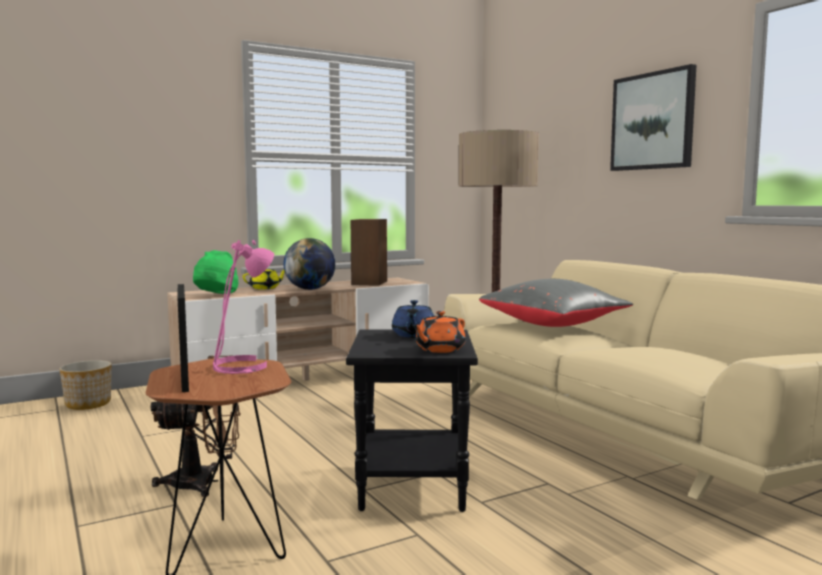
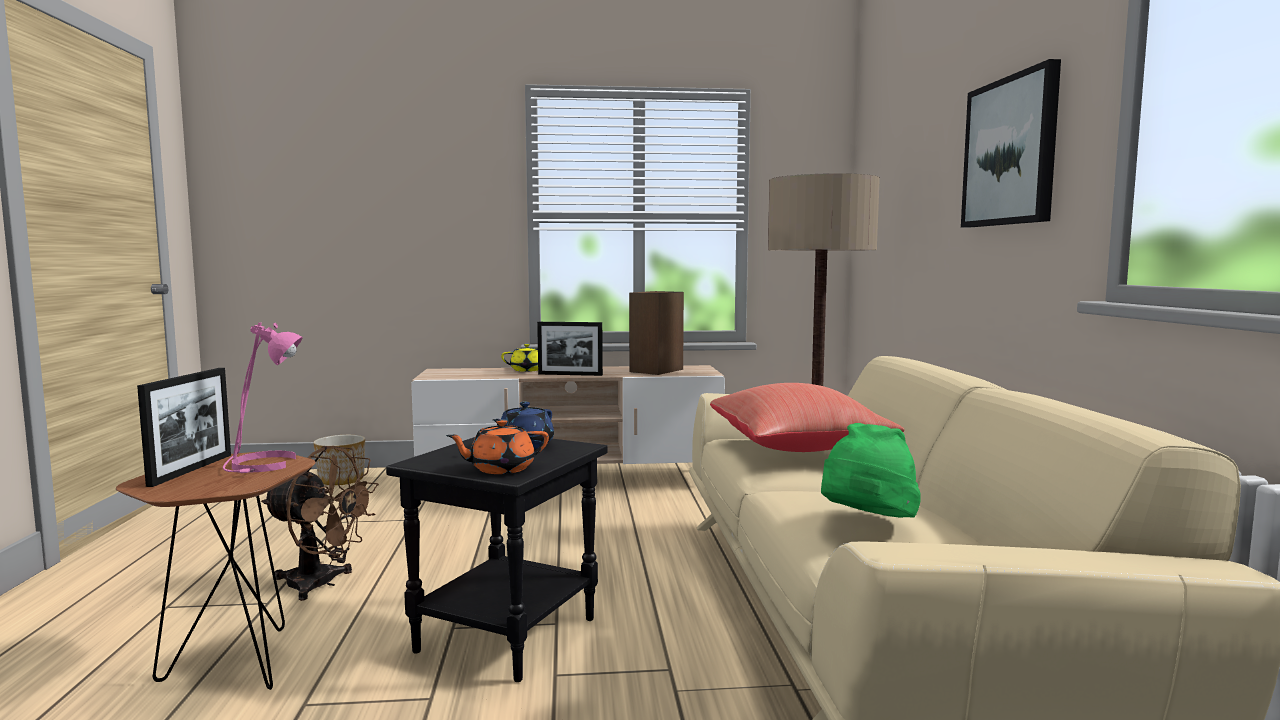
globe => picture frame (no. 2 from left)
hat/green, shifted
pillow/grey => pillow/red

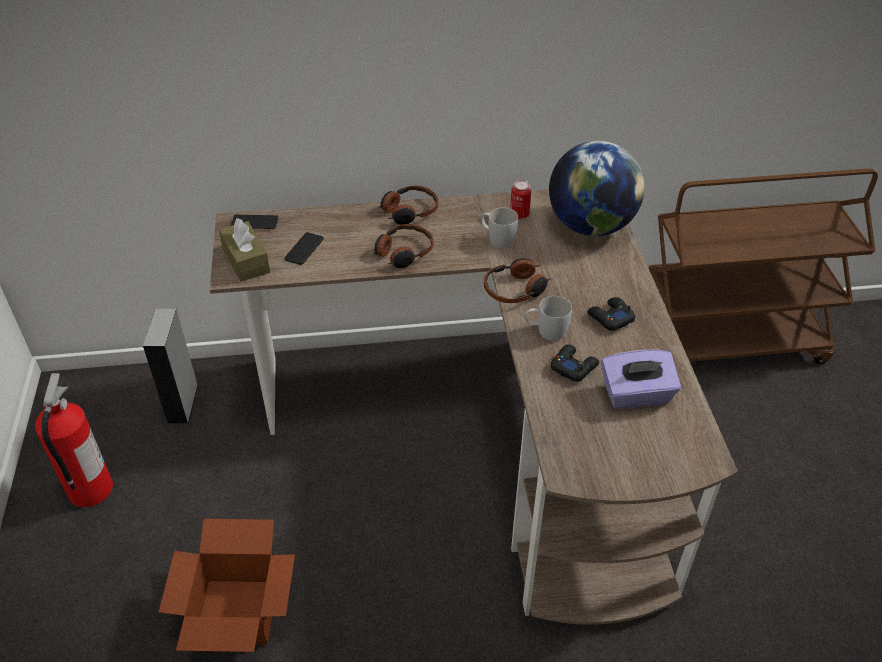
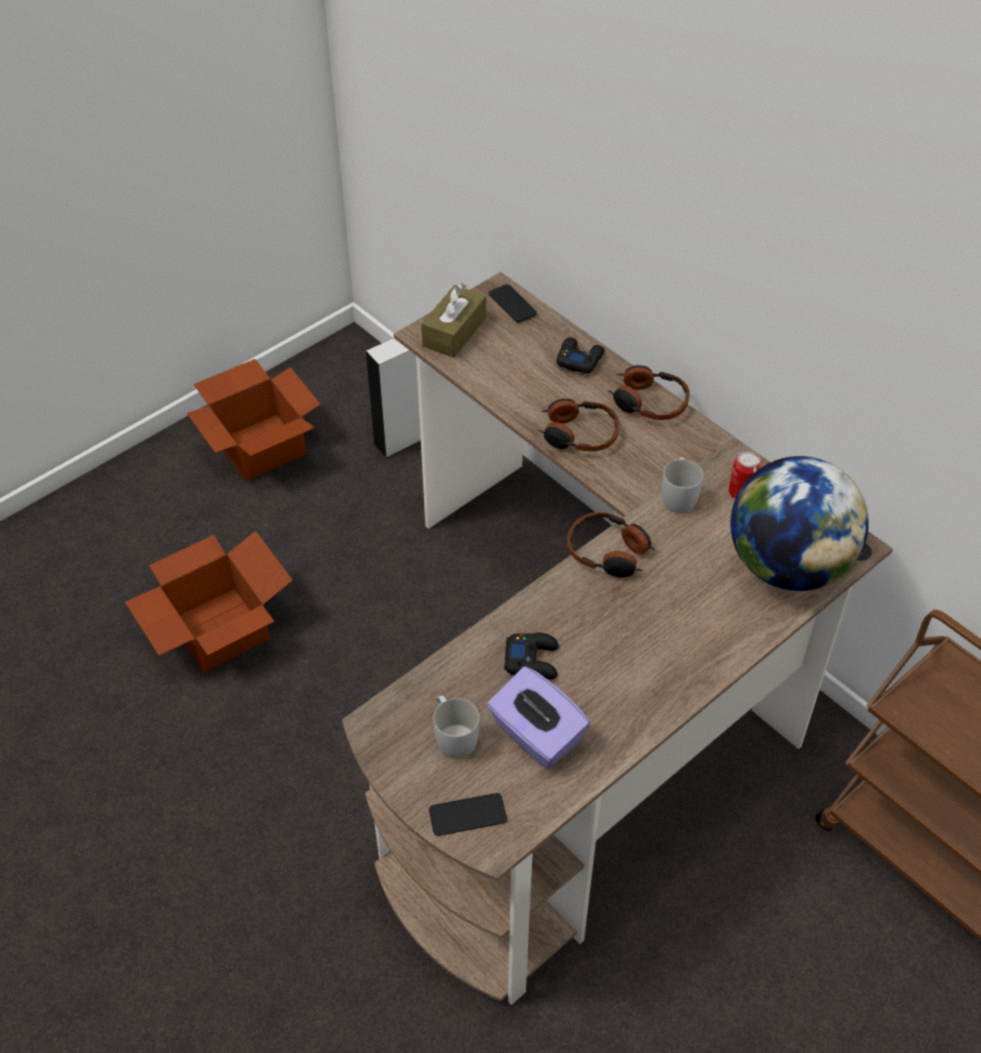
phone (no. 2 from left in the first image) => phone (no. 1 from left), shifted
mug/white (no. 2 from left in the first image) => mug/white (no. 1 from left), shifted
game controller/black (no. 2 from left), shifted
fire extinguisher => cardboard box (no. 2 from left)

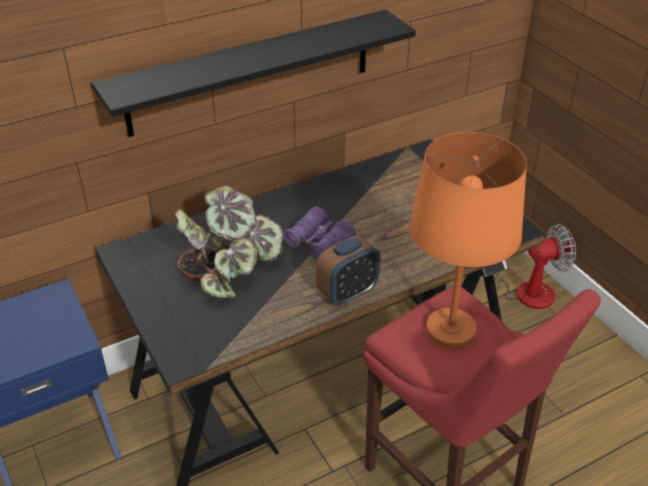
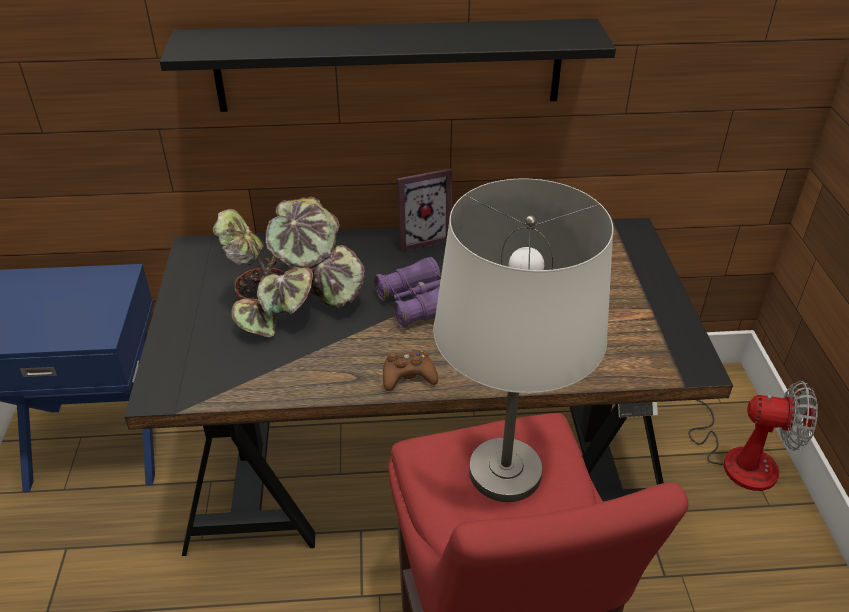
table lamp/orange => table lamp/white
alarm clock => game controller/brown
nothing => picture frame

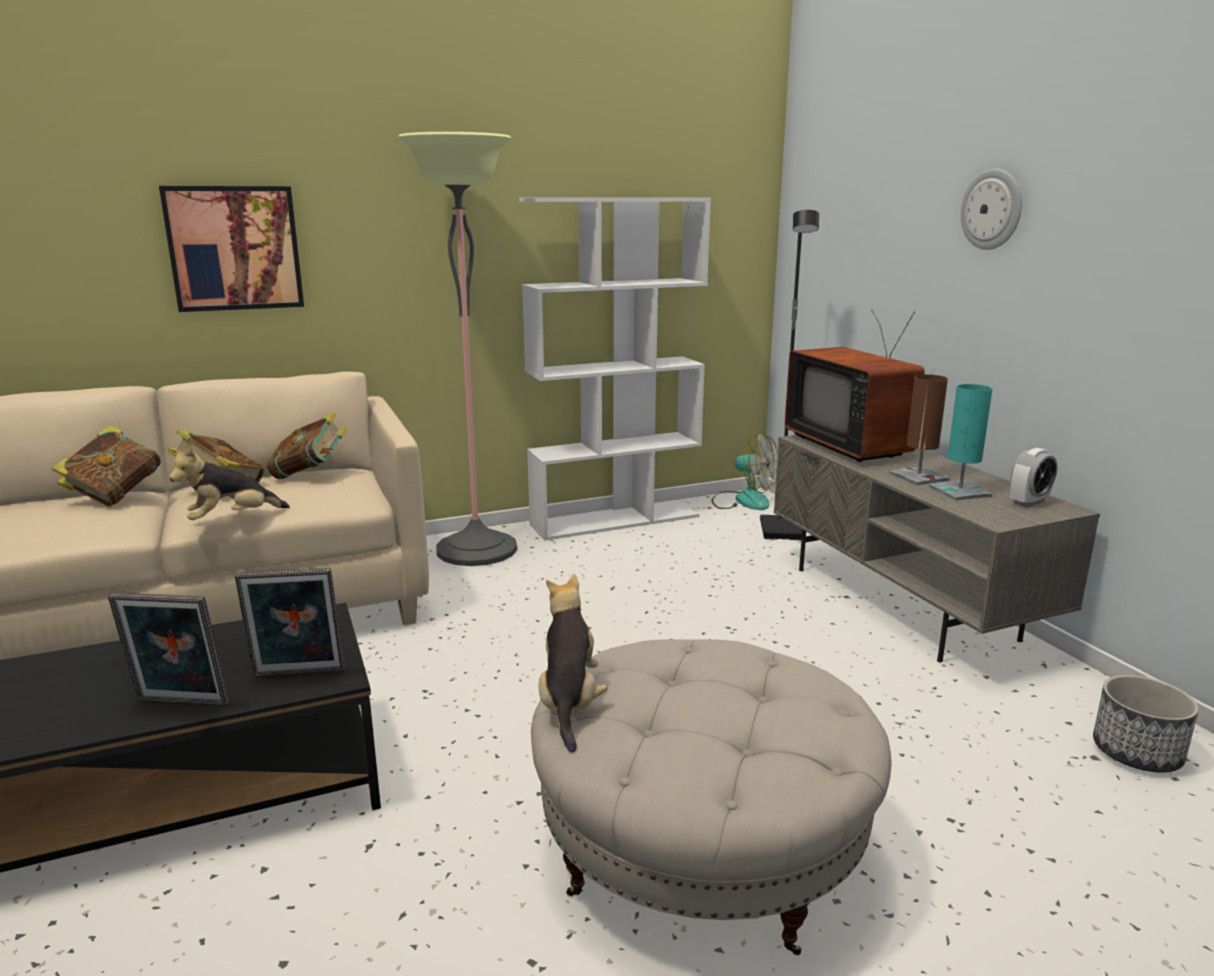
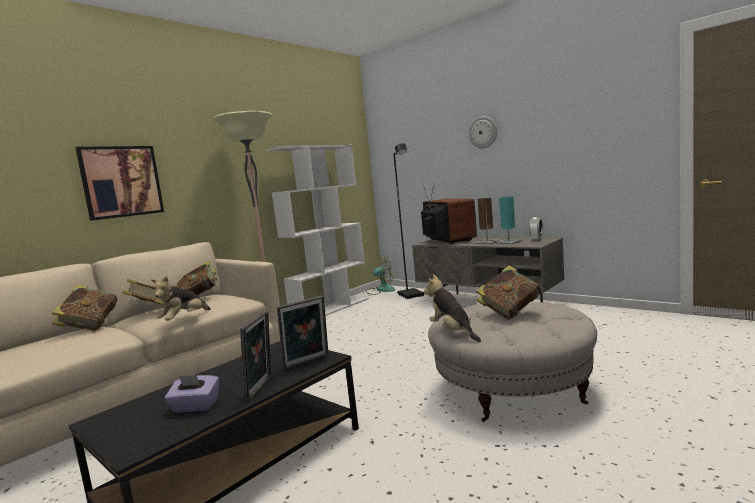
television, 150 degrees counterclockwise
picture frame (no. 1 from left), 60 degrees counterclockwise
planter => nothing
nothing => book (no. 4 from left)
nothing => tissue box/purple

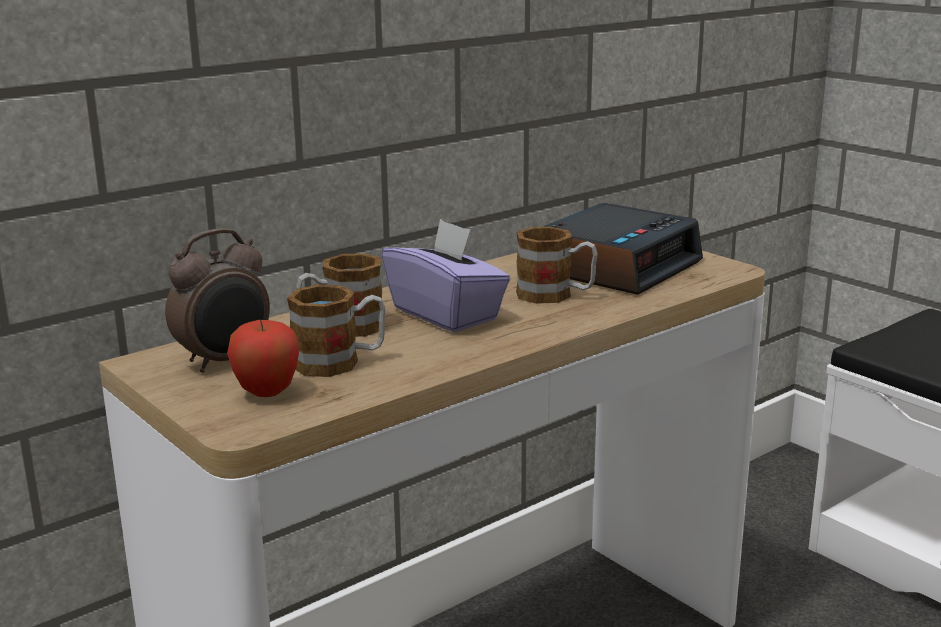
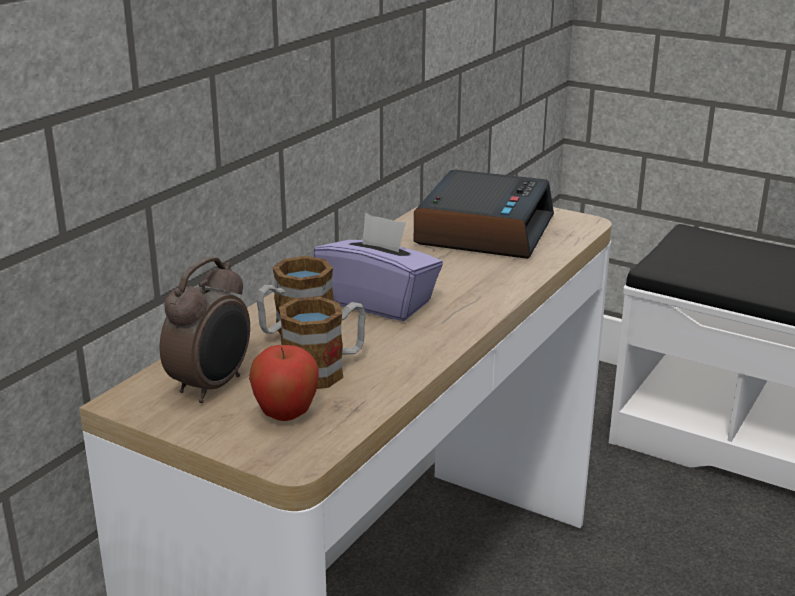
mug (no. 3 from left) => nothing

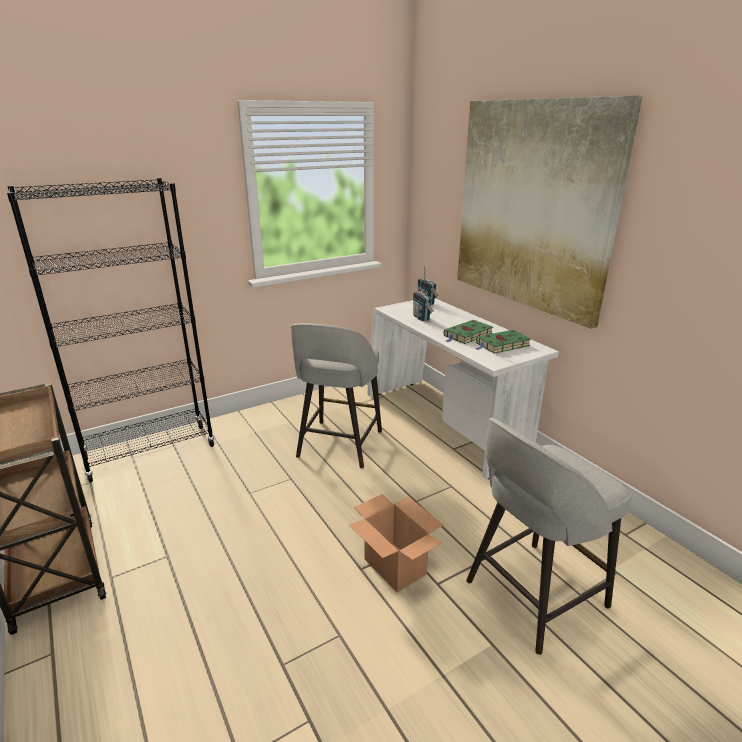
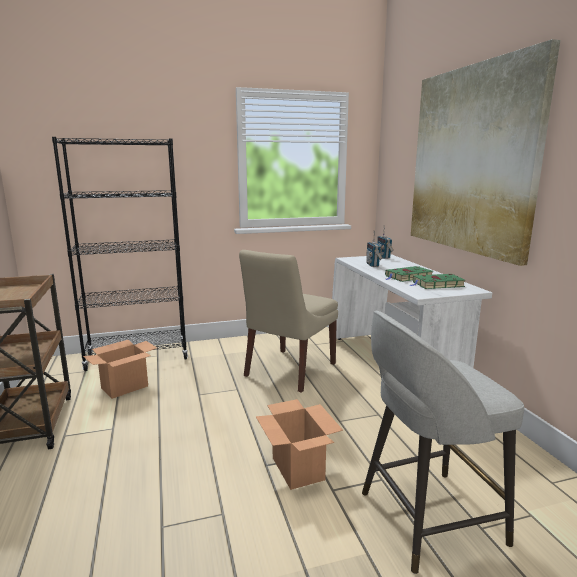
stool/grey (no. 1 from left) => chair/beige
nothing => cardboard box (no. 1 from left)

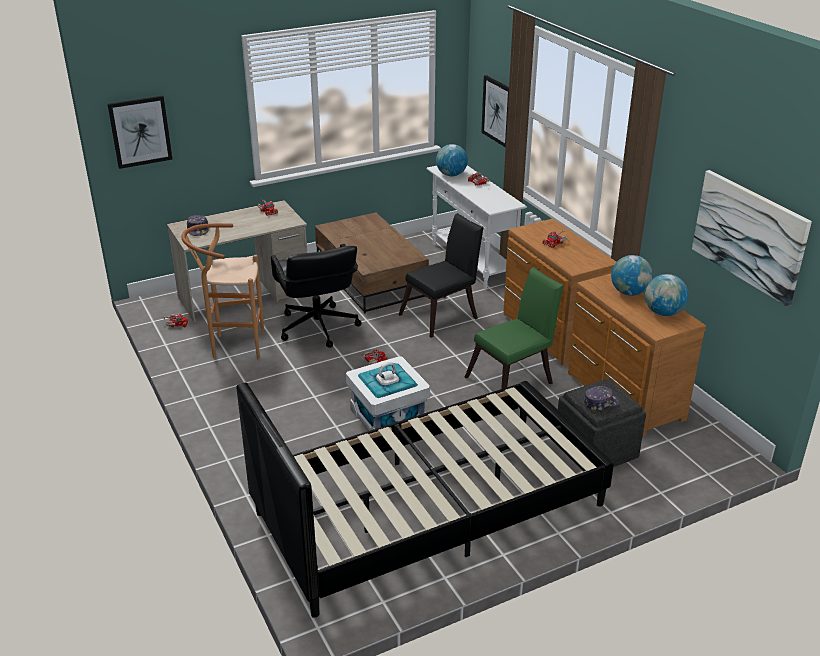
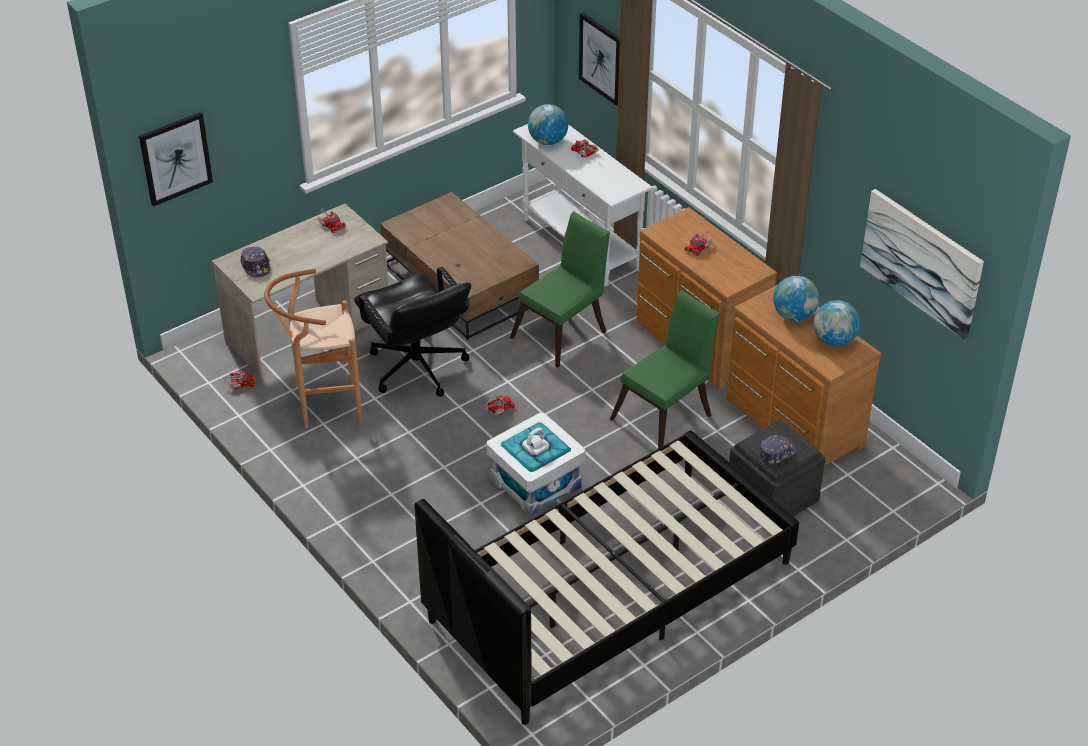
chair/black => chair/green (no. 1 from left)

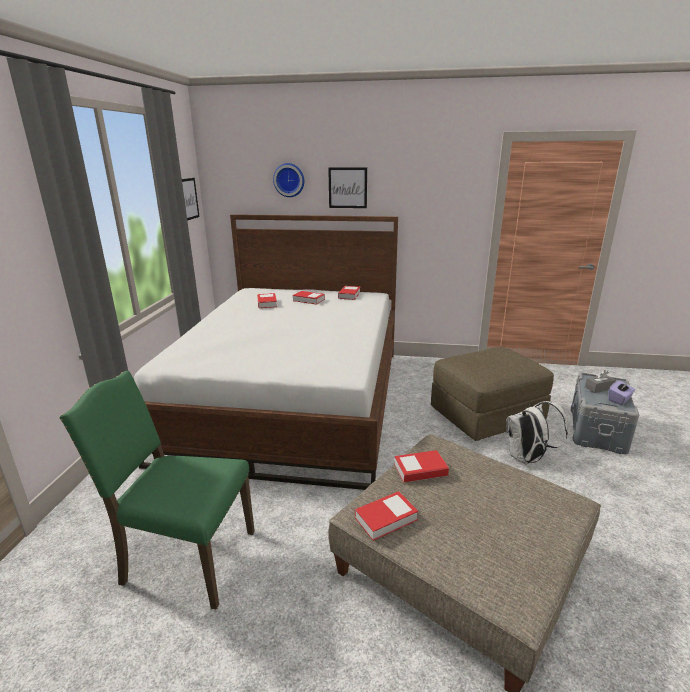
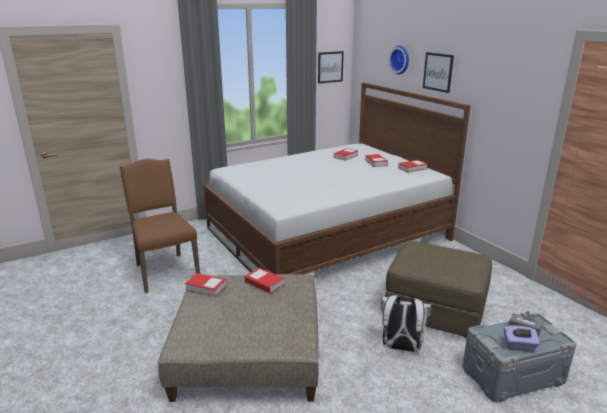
chair/green => chair/brown

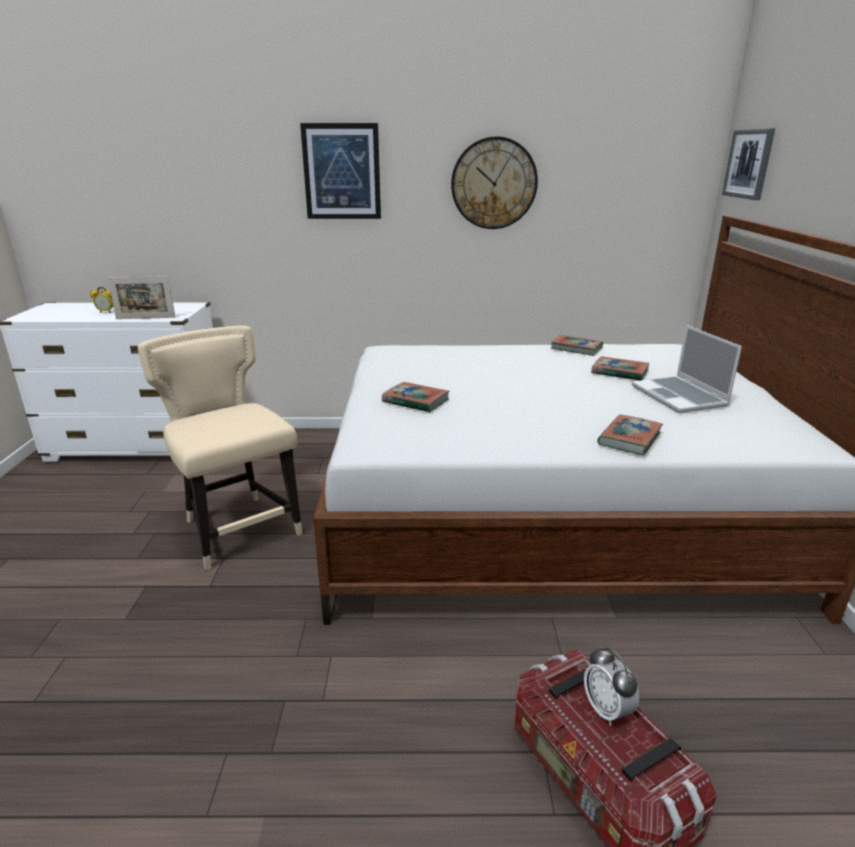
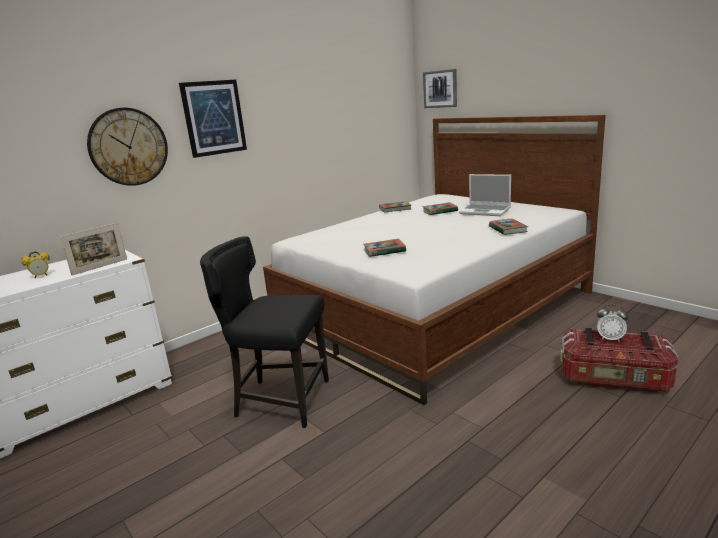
wall clock, shifted
chair/beige => chair/black

